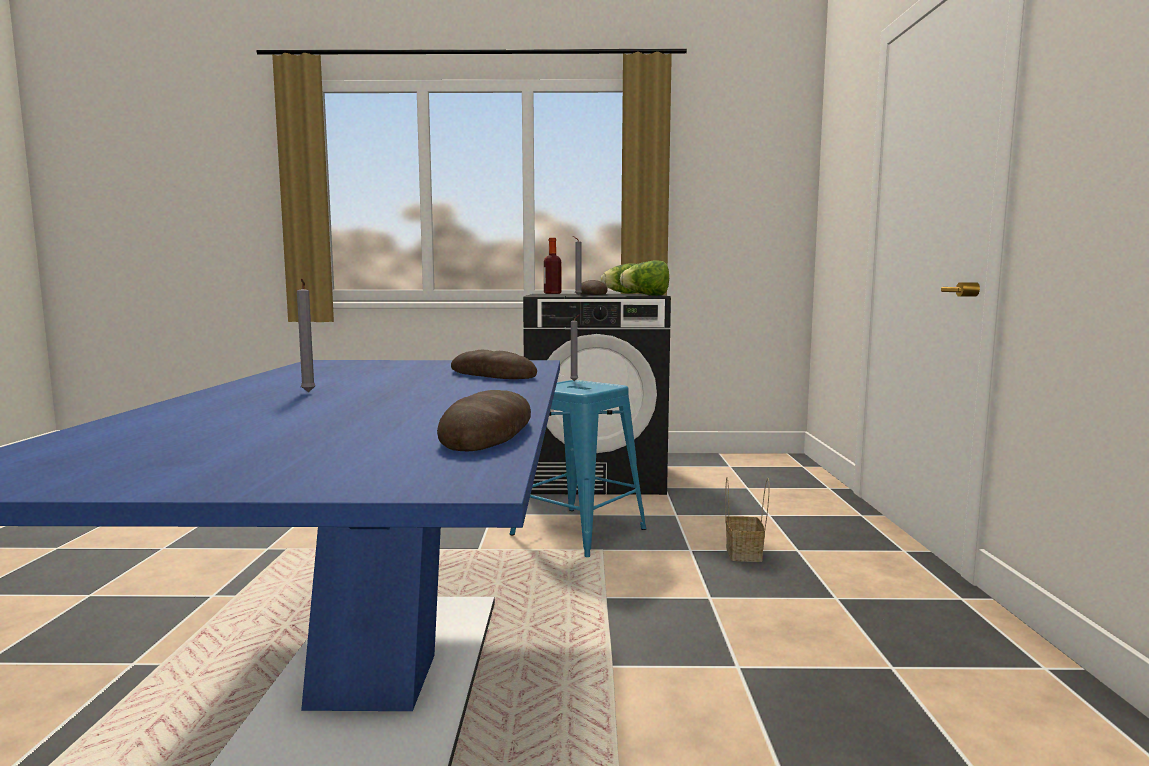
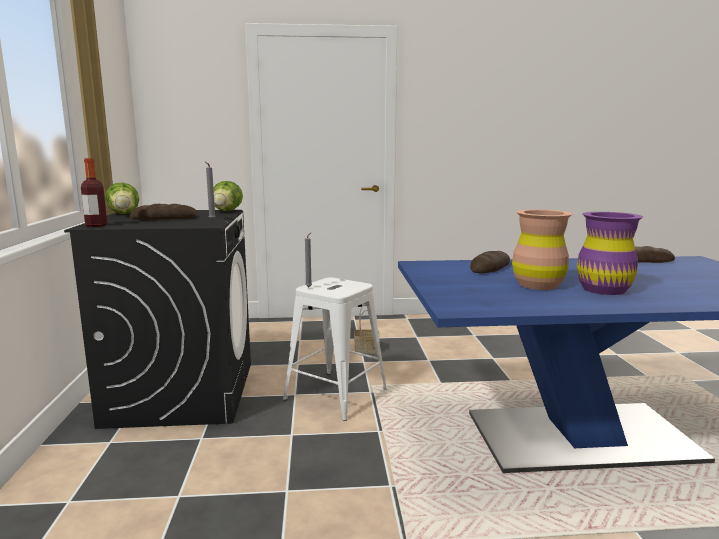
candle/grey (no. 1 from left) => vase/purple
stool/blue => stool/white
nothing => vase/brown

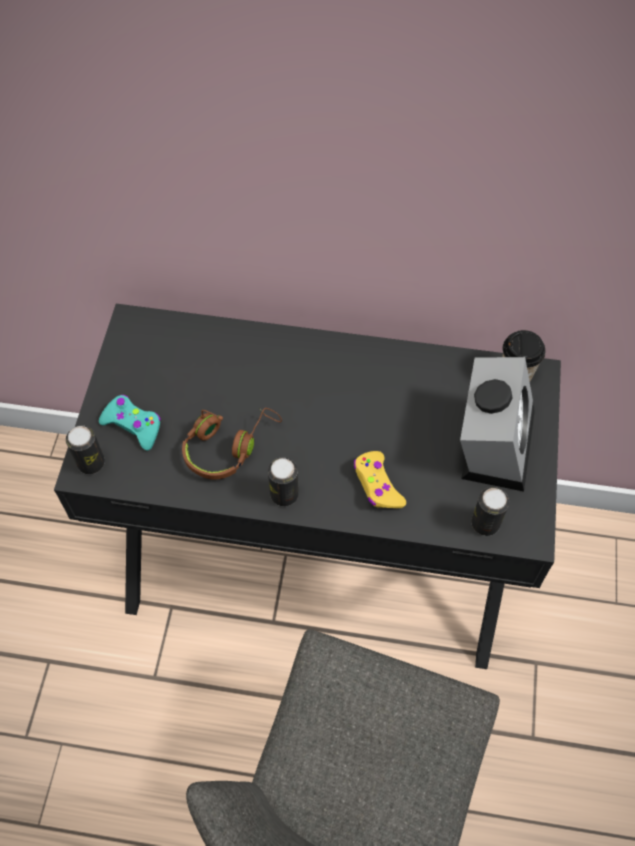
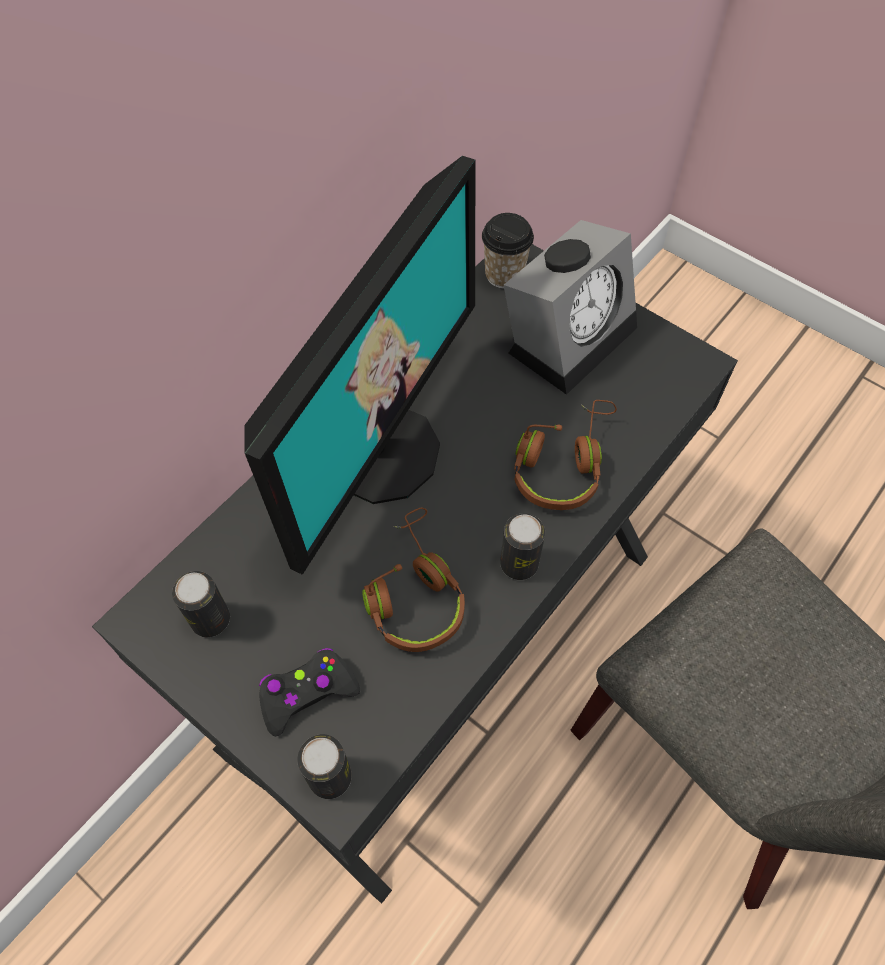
alarm clock, 90 degrees clockwise
game controller/turquoise => game controller/black
game controller/yellow => headphones/brown (no. 2 from left)
can (no. 3 from left in the first image) => can (no. 1 from left), shifted
nothing => monitor

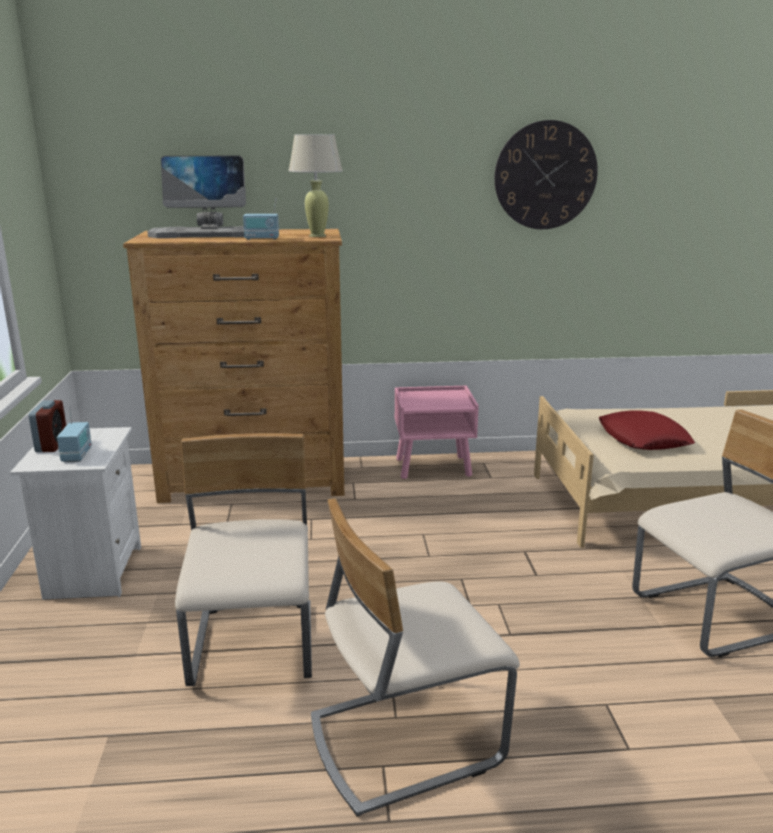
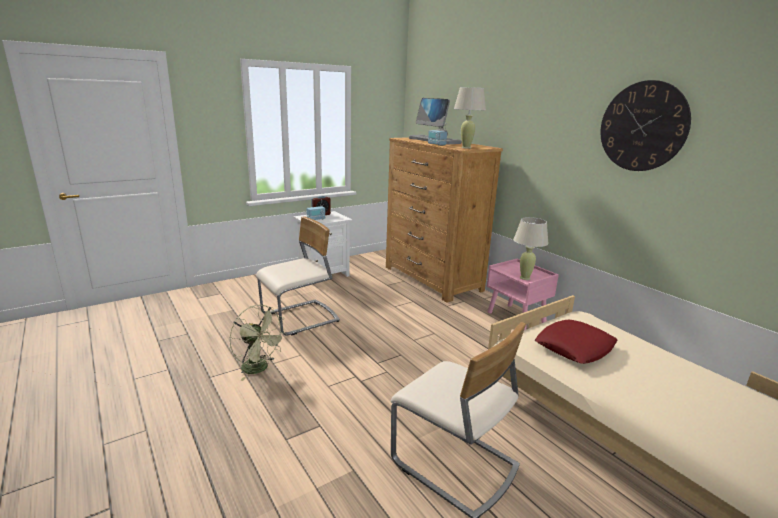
chair/beige (no. 2 from left) => fan/green
nothing => table lamp/beige (no. 2 from left)

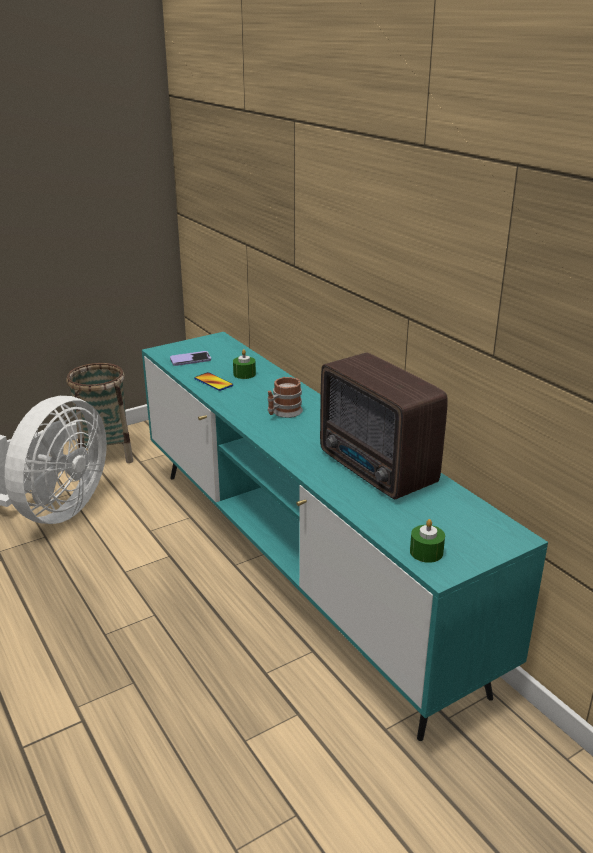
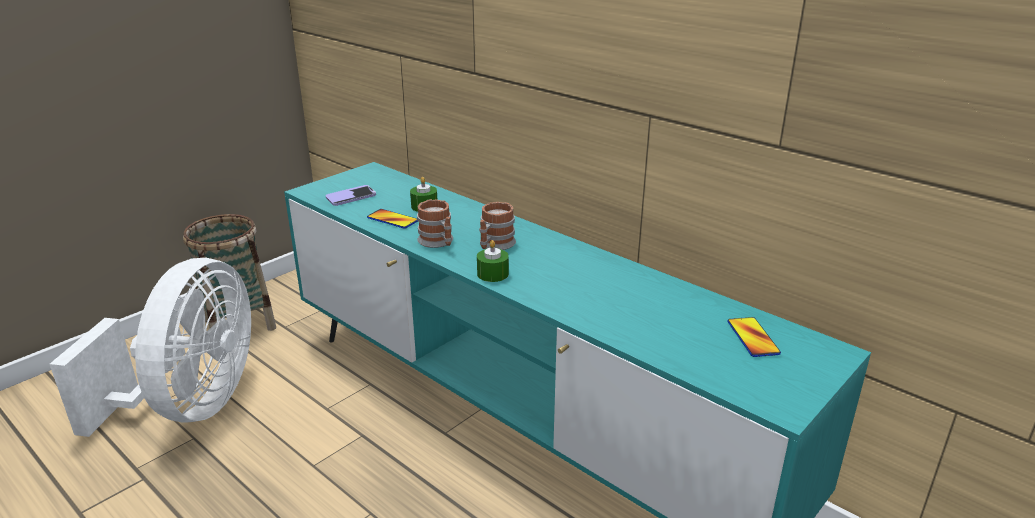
radio => nothing
candle/green (no. 2 from left), shifted
nothing => mug (no. 1 from left)
nothing => phone (no. 3 from left)

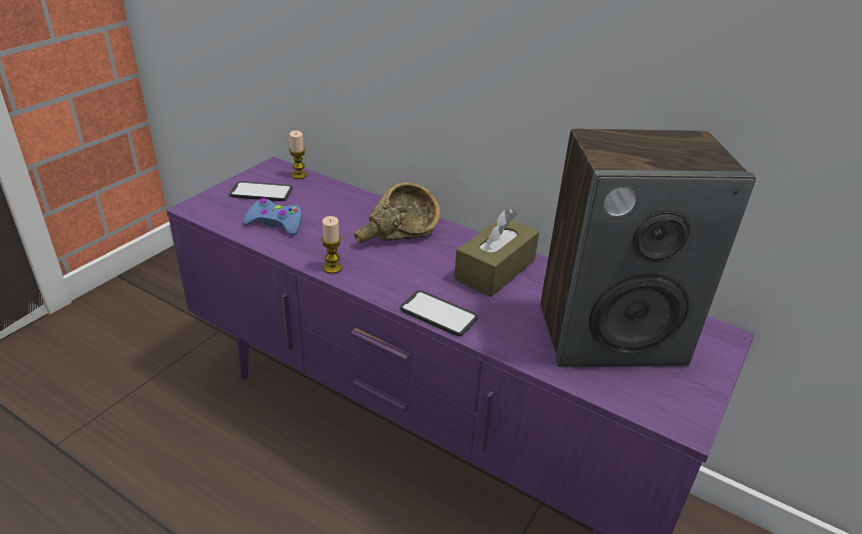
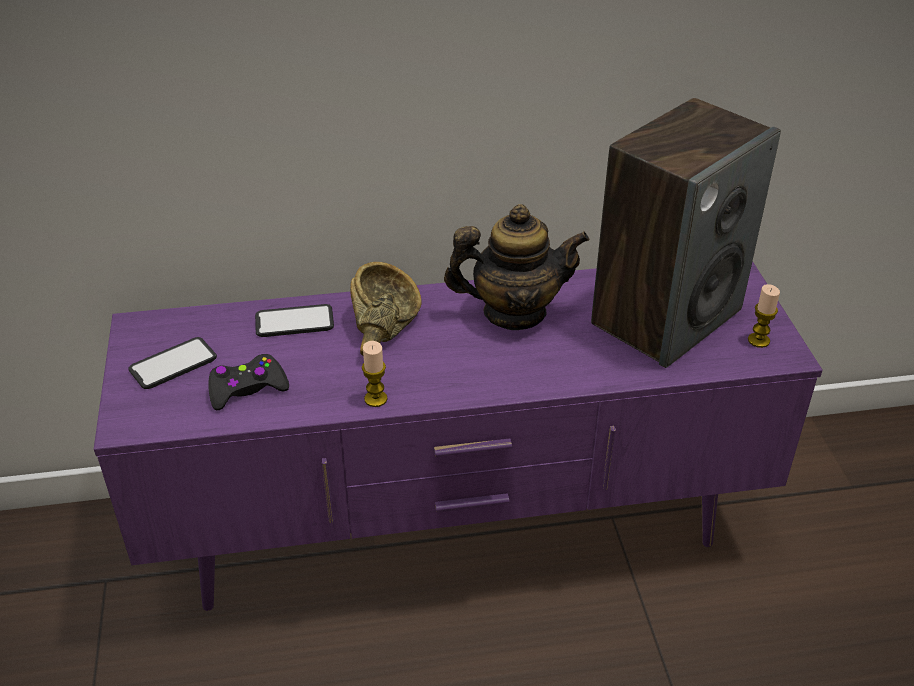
candle (no. 1 from left in the first image) => candle (no. 2 from left), shifted
game controller/blue => game controller/black
tissue box/brown => teapot
phone (no. 2 from left), shifted

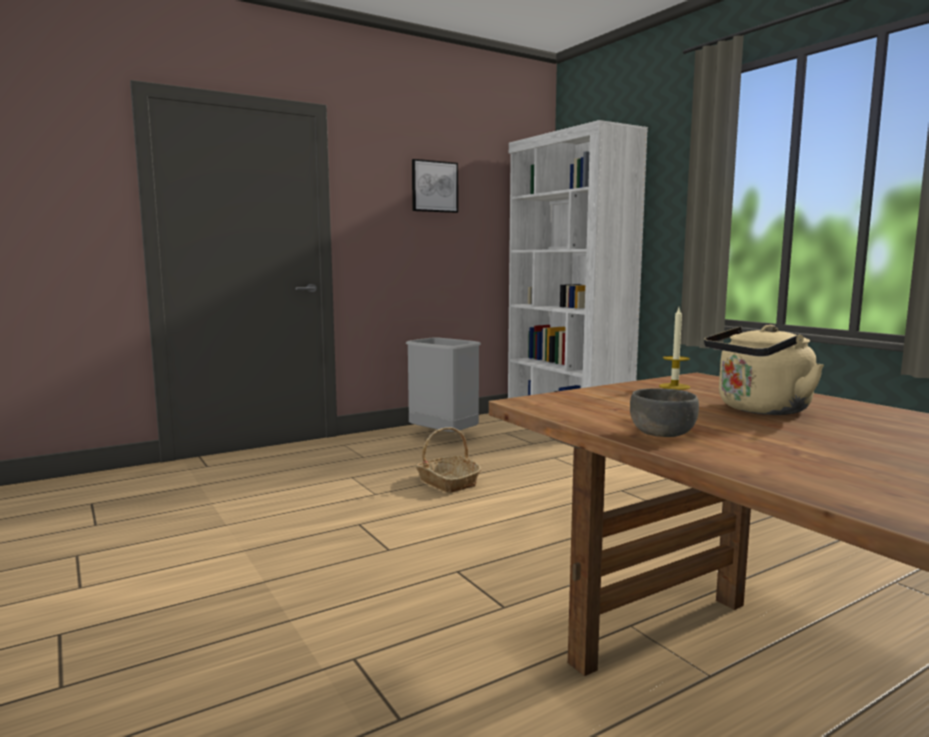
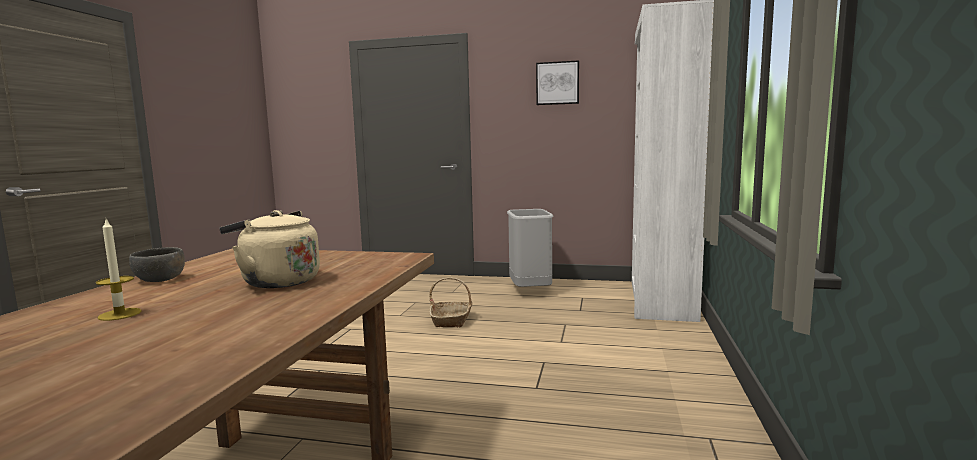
candle, shifted

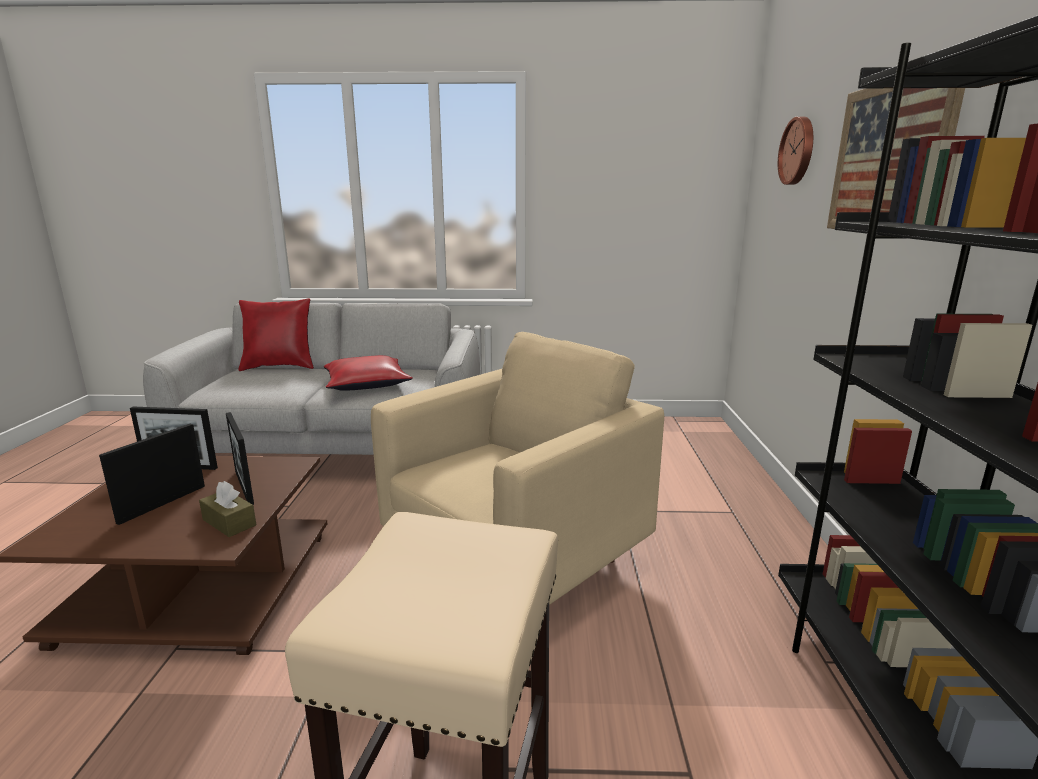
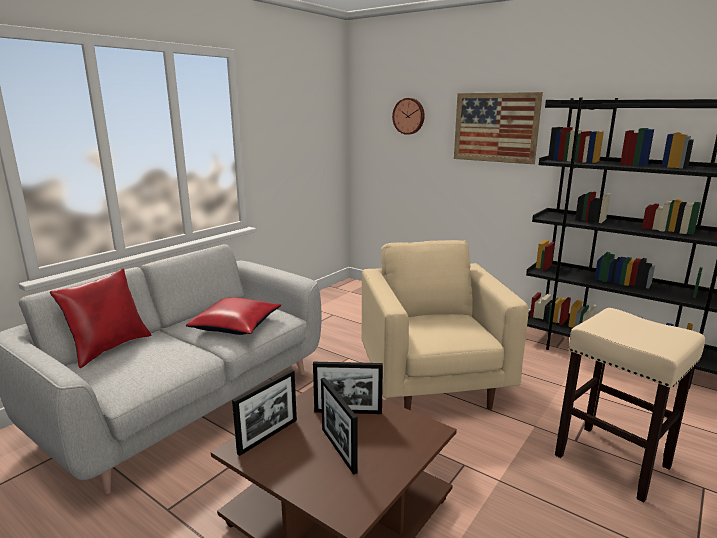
tissue box/brown => nothing

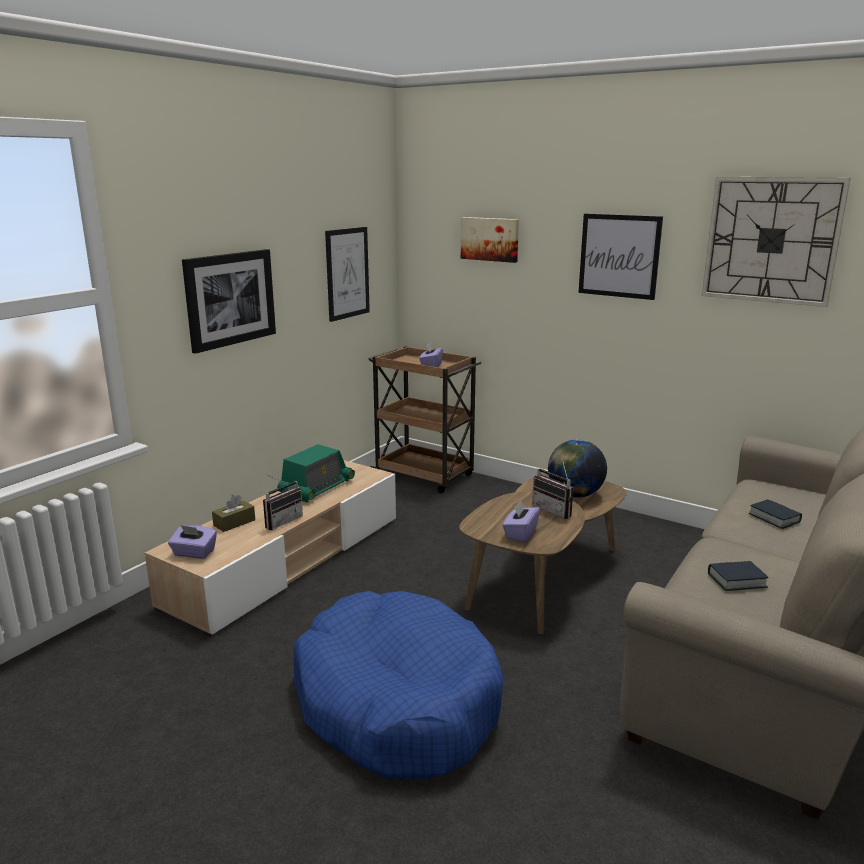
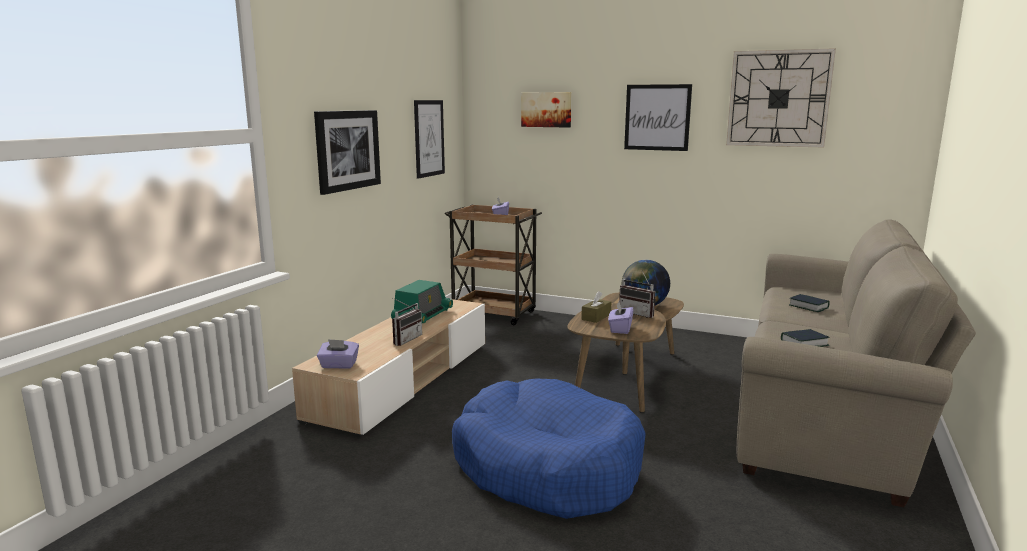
tissue box/brown, shifted

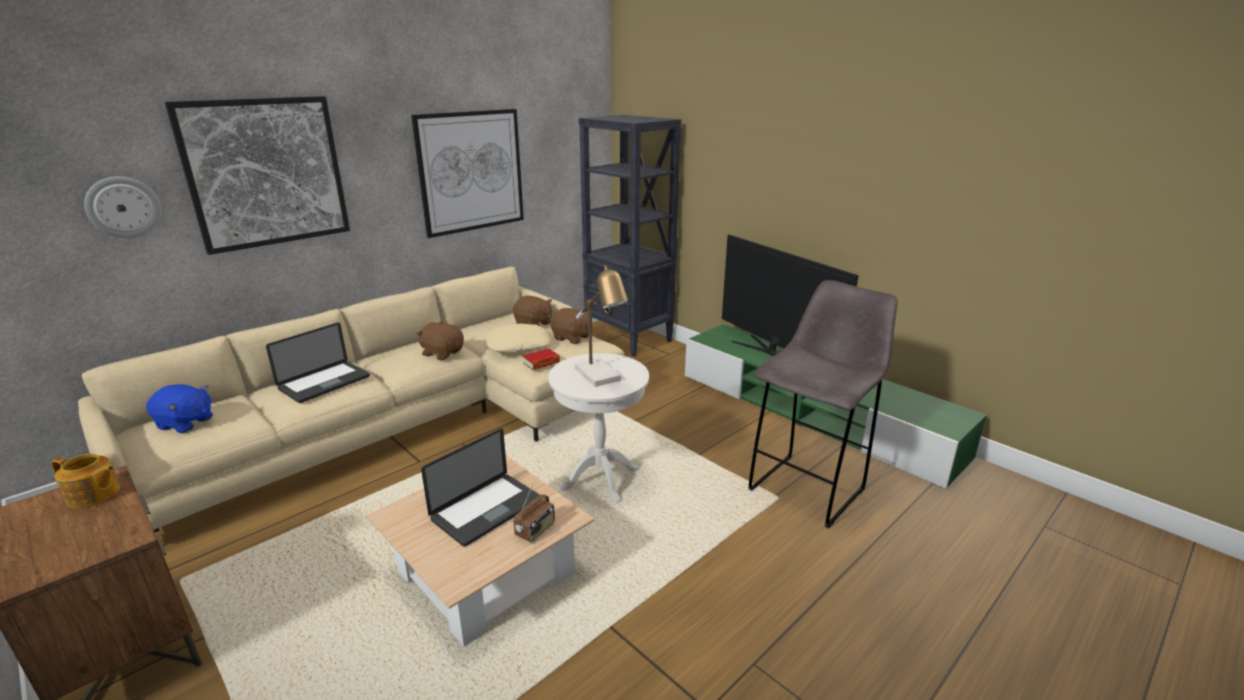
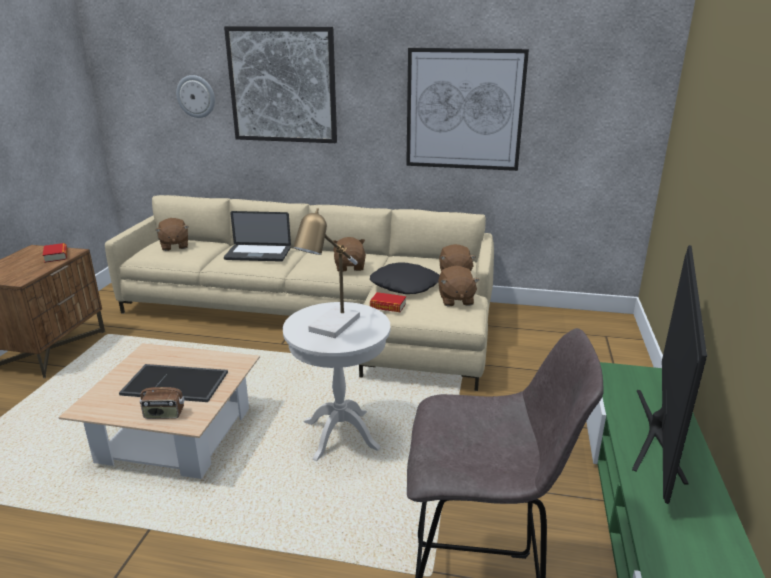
bookcase/black => nothing
pillow/beige => pillow/black
plush toy/blue => plush toy/brown (no. 1 from left)
laptop (no. 2 from left) => tray
teapot => book (no. 1 from left)

